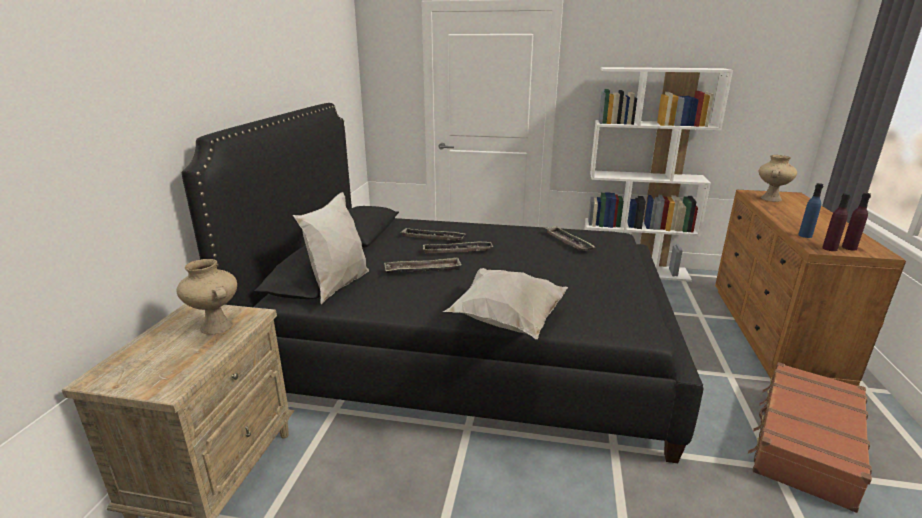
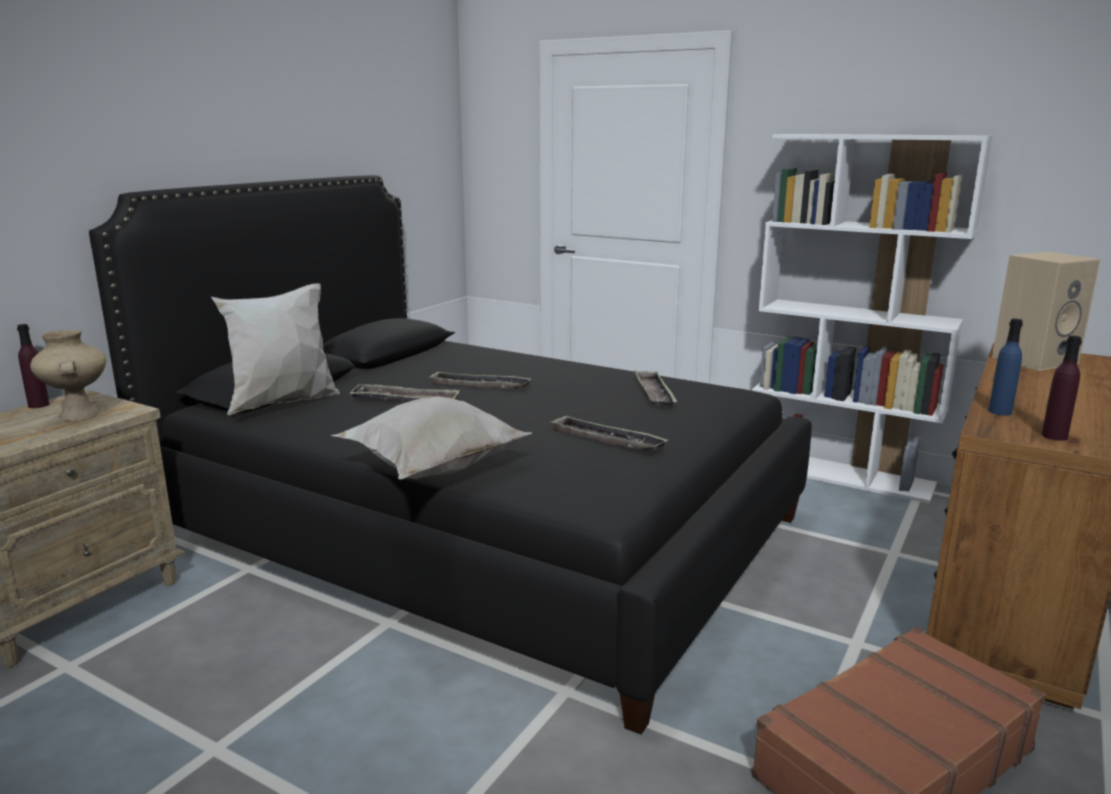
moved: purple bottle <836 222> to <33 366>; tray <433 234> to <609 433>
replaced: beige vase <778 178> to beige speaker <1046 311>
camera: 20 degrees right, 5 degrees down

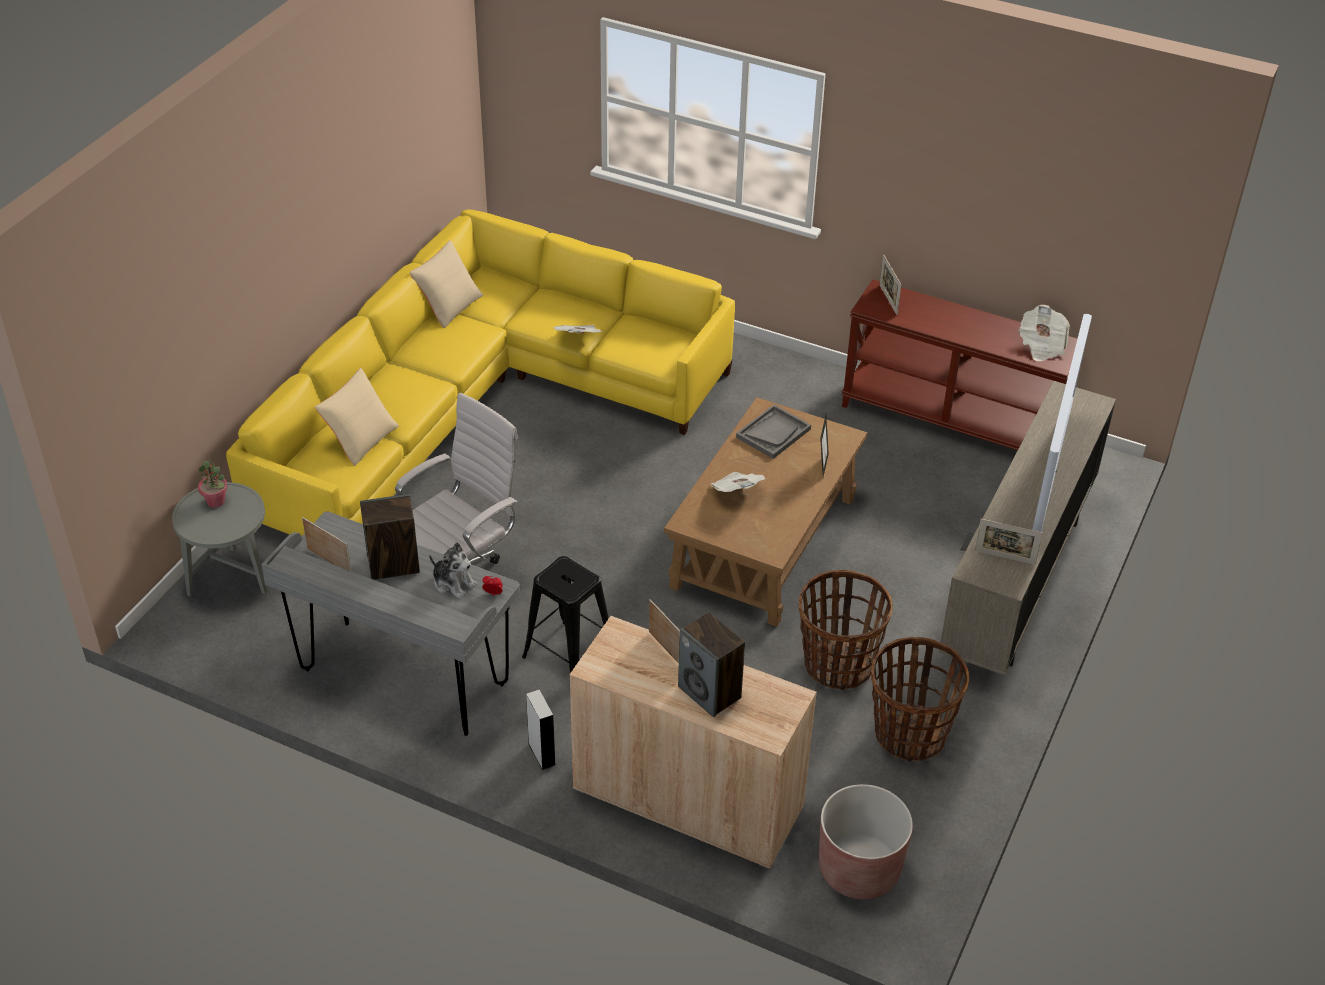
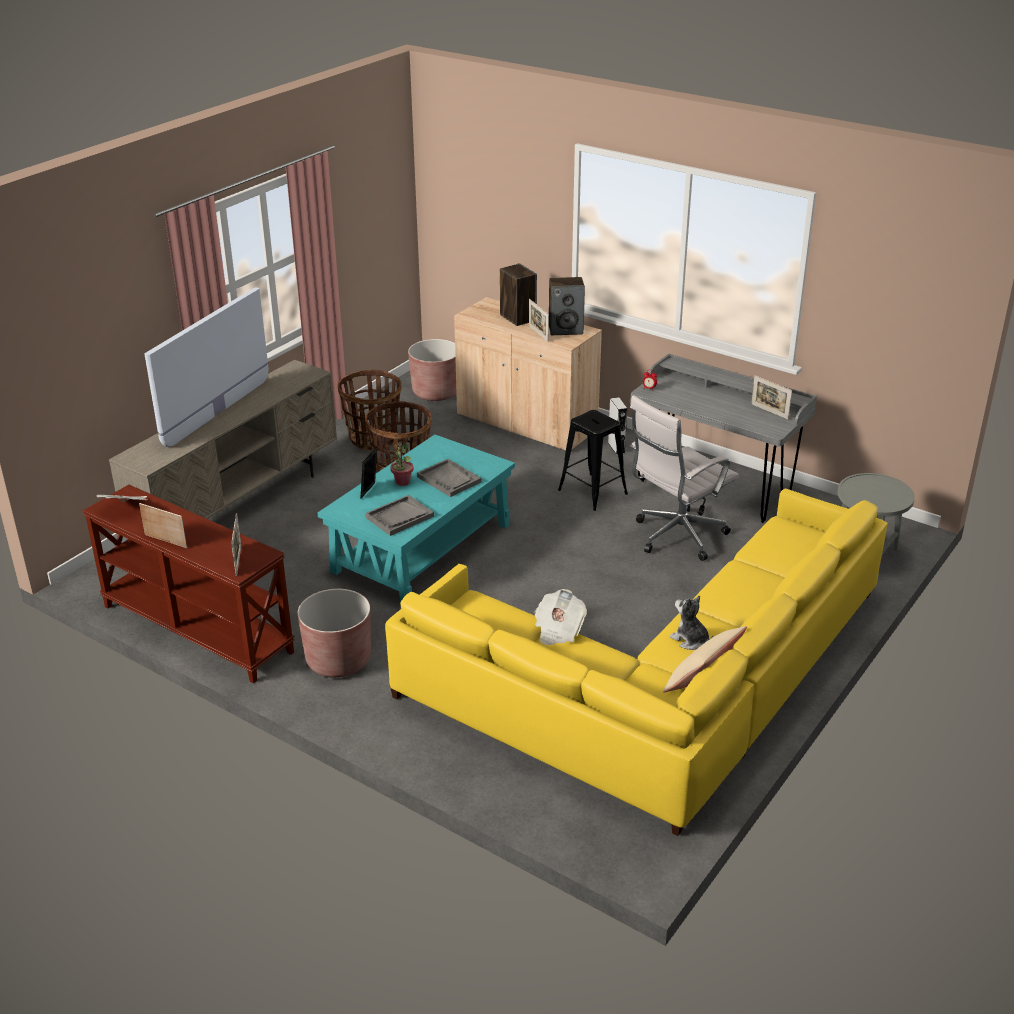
removed: beige pillow <357 417>
added: brown planter <334 633>
moved: picture frame <1009 542> to <163 525>; potted plant <213 484> to <402 464>; speaker <390 537> to <567 306>; plush toy <453 570> to <692 623>
replaced: newspaper <738 482> to grey tray <449 478>
recoloured: brown coffee table <765 512> to turquoise coffee table <416 519>
camera: 170 degrees left, 10 degrees down

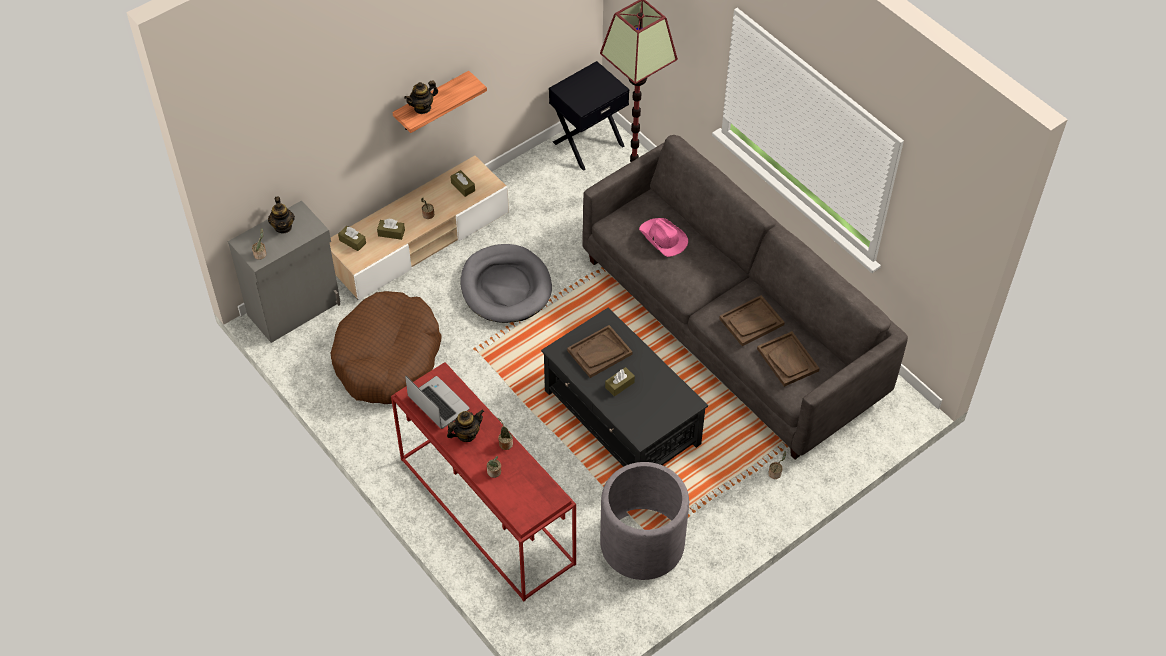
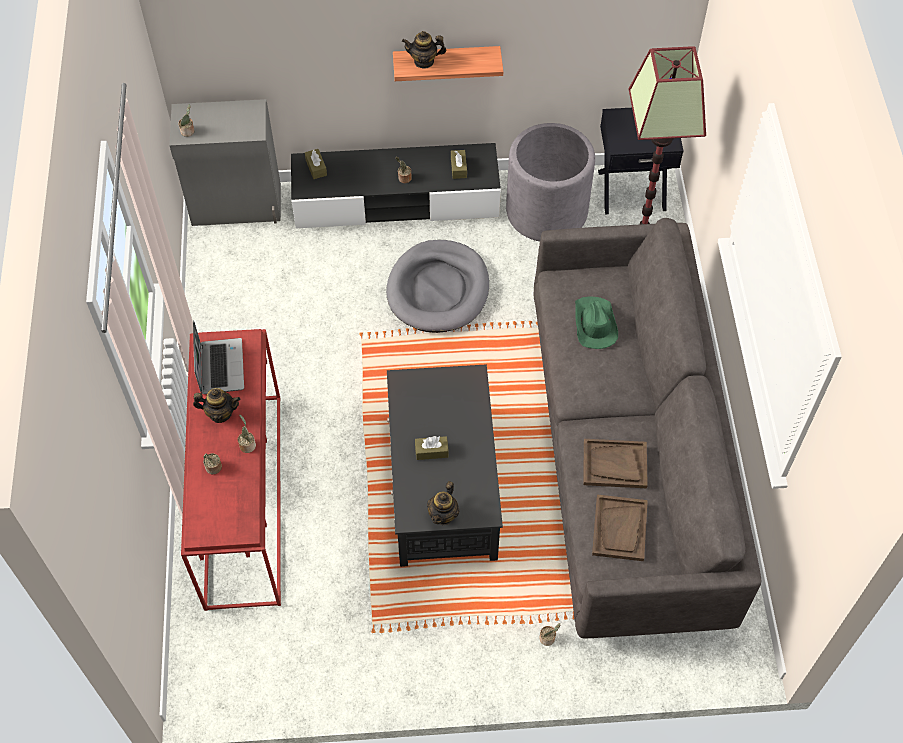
removed: brown dog bed <386 347>; brown tissue box <391 229>; brown tray <599 351>
moved: teapot <281 215> to <443 503>; grey planter <644 521> to <550 182>
recoloured: beige tv stand <419 228> to black tv stand <396 185>; pink hat <663 237> to green hat <596 323>
camera: 35 degrees right, 5 degrees up

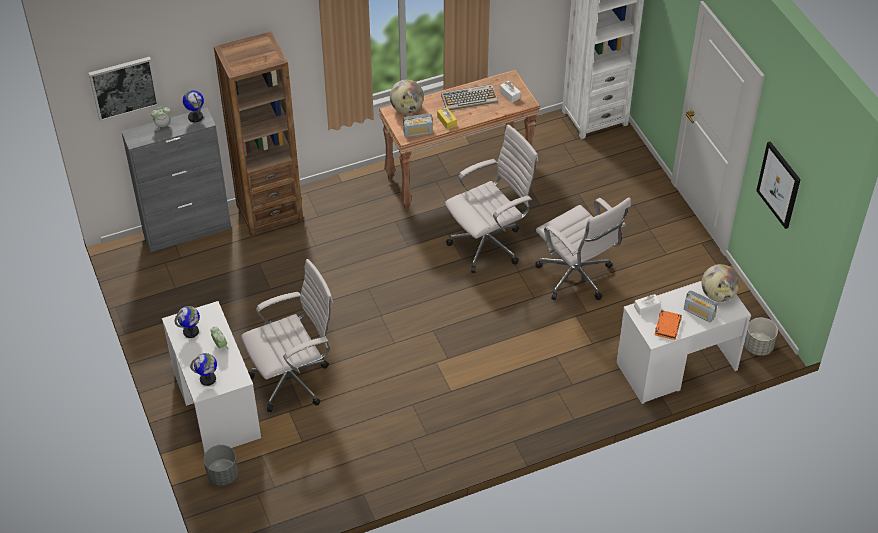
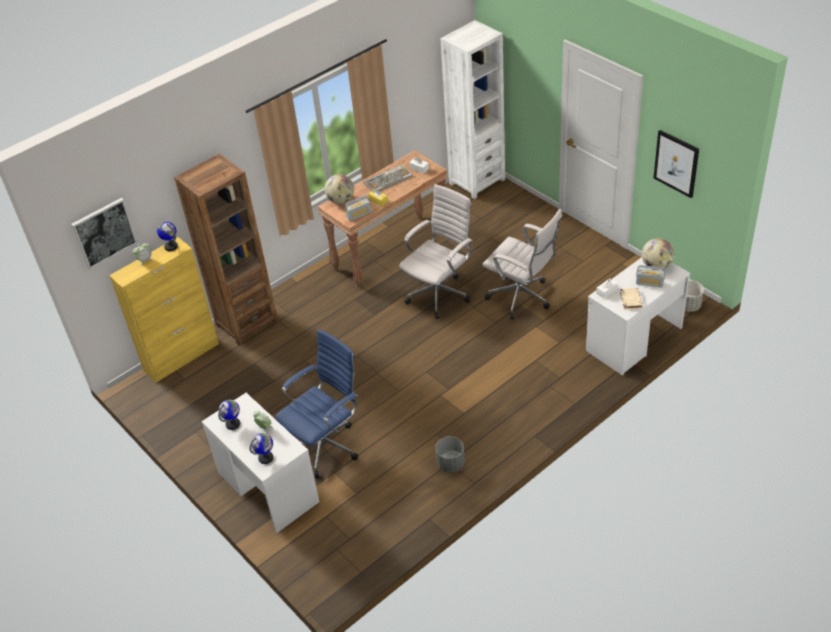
moved: grey planter <221 465> to <450 454>
recoloured: grey cabinet <176 180> to yellow cabinet <164 310>; white office chair <287 335> to blue office chair <316 403>; orange book <668 325> to beige book <631 299>
camera: 15 degrees left, 5 degrees down

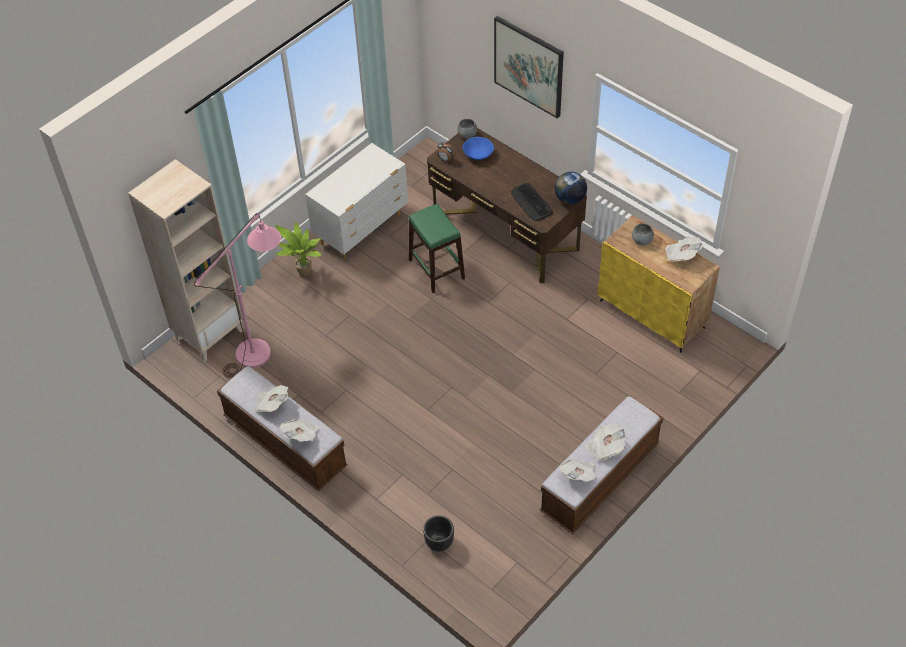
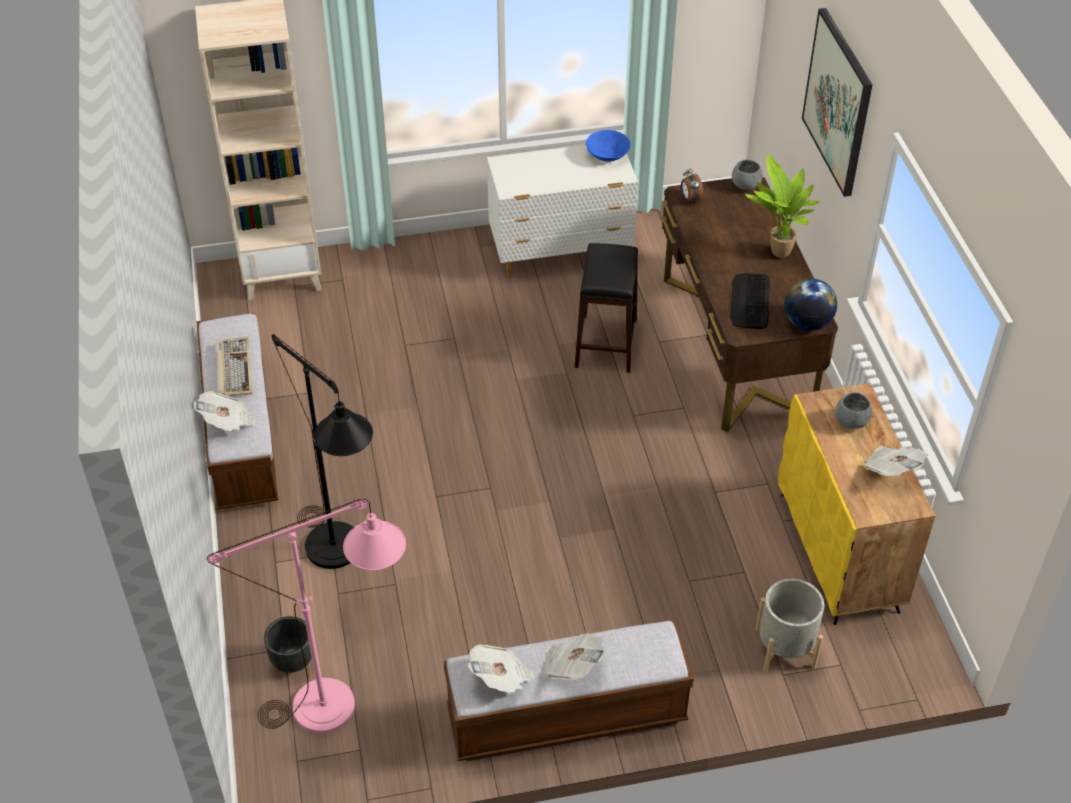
added: black floor lamp <322 451>; grey planter <789 625>
moved: pink floor lamp <237 295> to <306 616>; blue bowl <478 148> to <608 146>; potted plant <298 249> to <782 206>
replaced: newspaper <271 398> to keyboard <234 366>
recoloured: green stool <437 248> to black stool <606 308>
camera: 35 degrees right, 5 degrees down

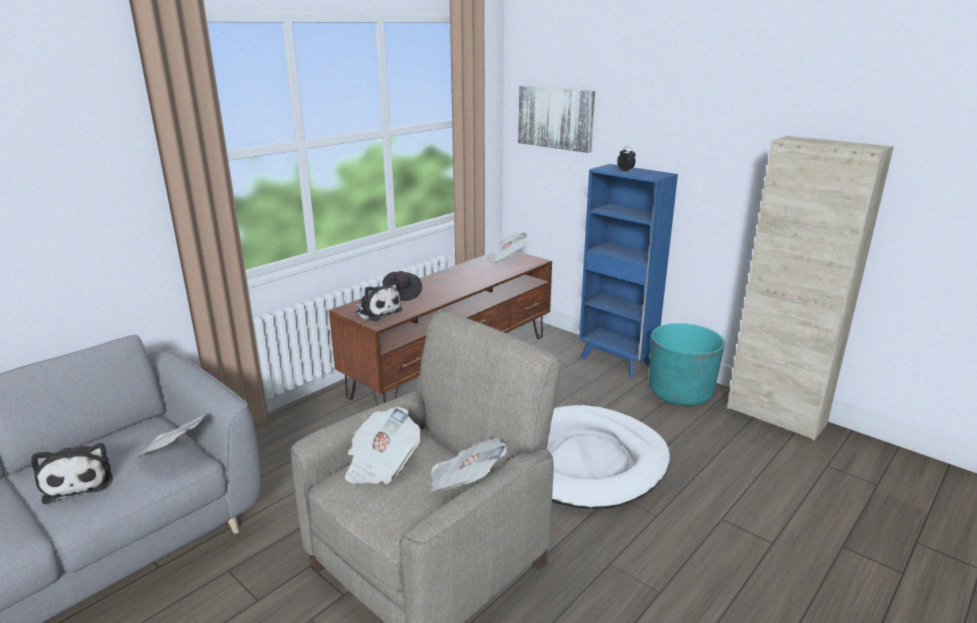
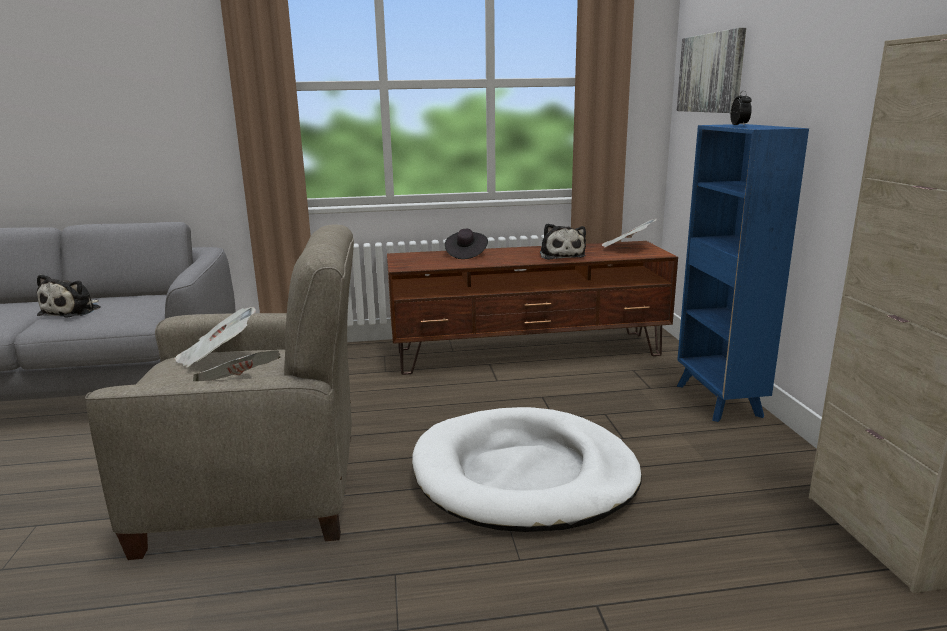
removed: newspaper <172 434>; turquoise planter <687 364>
moved: plush toy <378 301> to <563 241>
camera: 40 degrees right, 5 degrees down

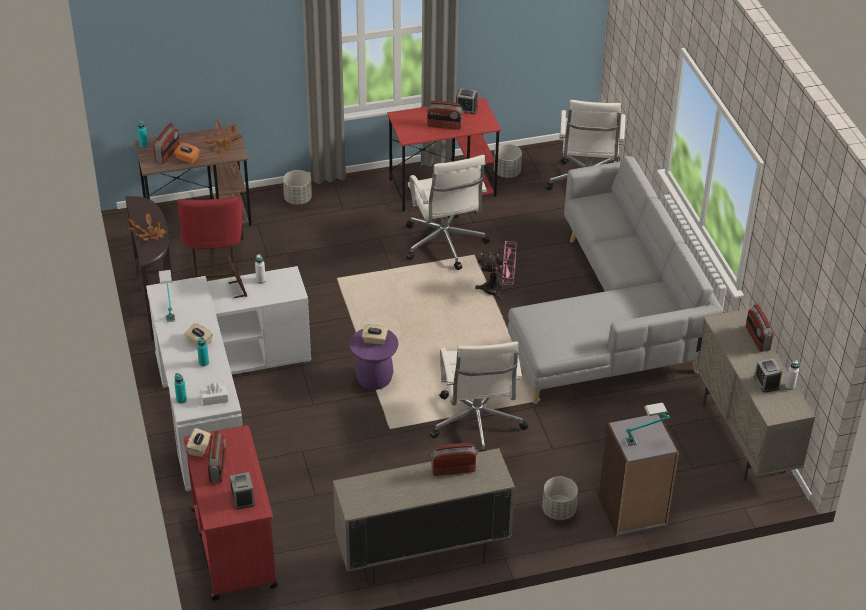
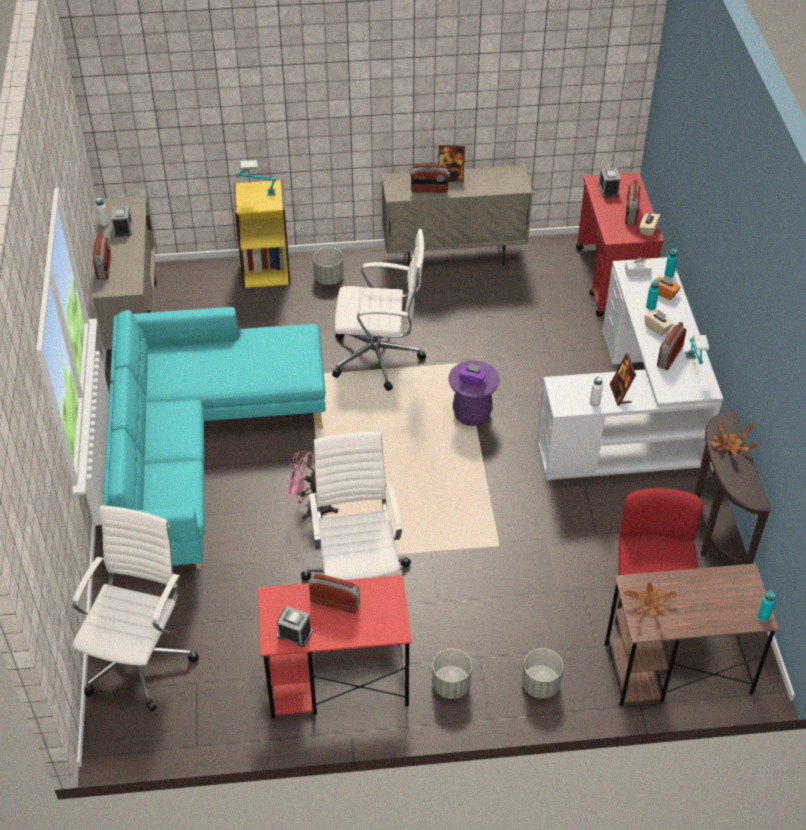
added: picture frame <451 164>
moved: grey planter <508 161> to <452 674>; orange tissue box <187 153> to <666 287>; radio <166 143> to <671 346>
recoloured: grey sofa <615 280> to turquoise sofa <214 438>; grey bookcase <639 476> to yellow bookcase <262 234>; beige tissue box <375 334> to purple tissue box <473 375>
turned: white office chair <479 397> = <379 310> 90 degrees clockwise
camera: 170 degrees left, 5 degrees up

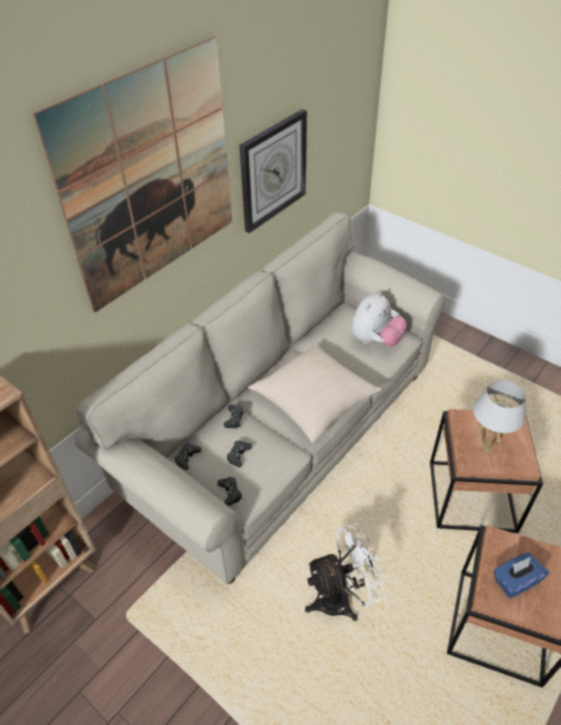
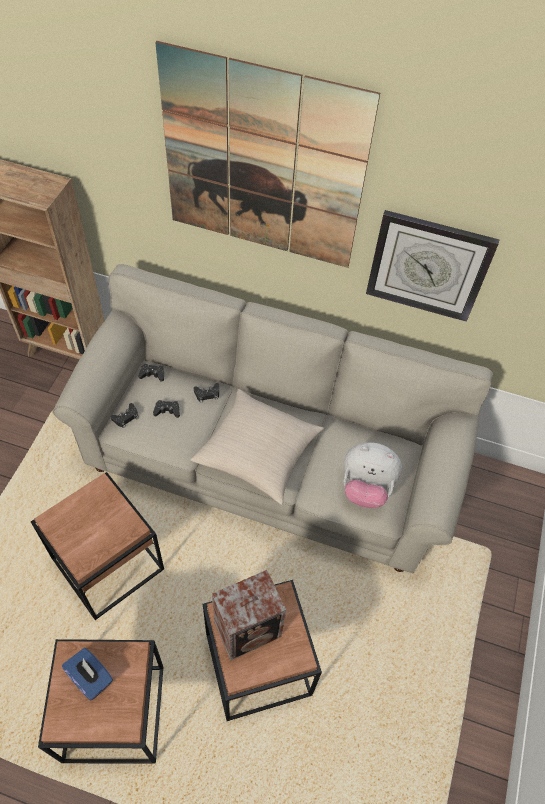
replaced: white fan <346 572> to brown side table <97 546>; white table lamp <499 416> to speaker <249 615>
camera: 65 degrees right, 10 degrees up

